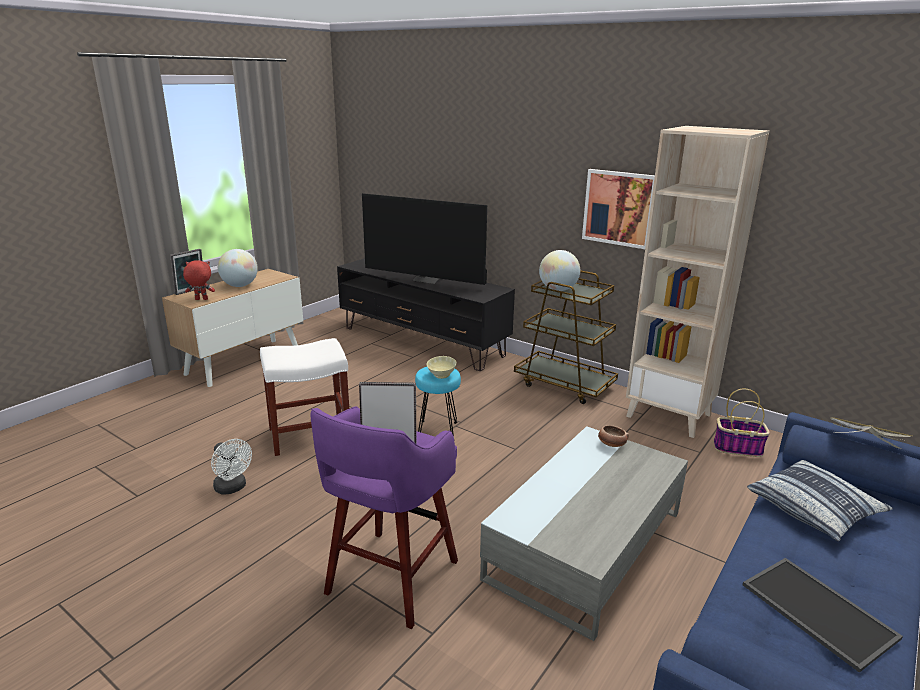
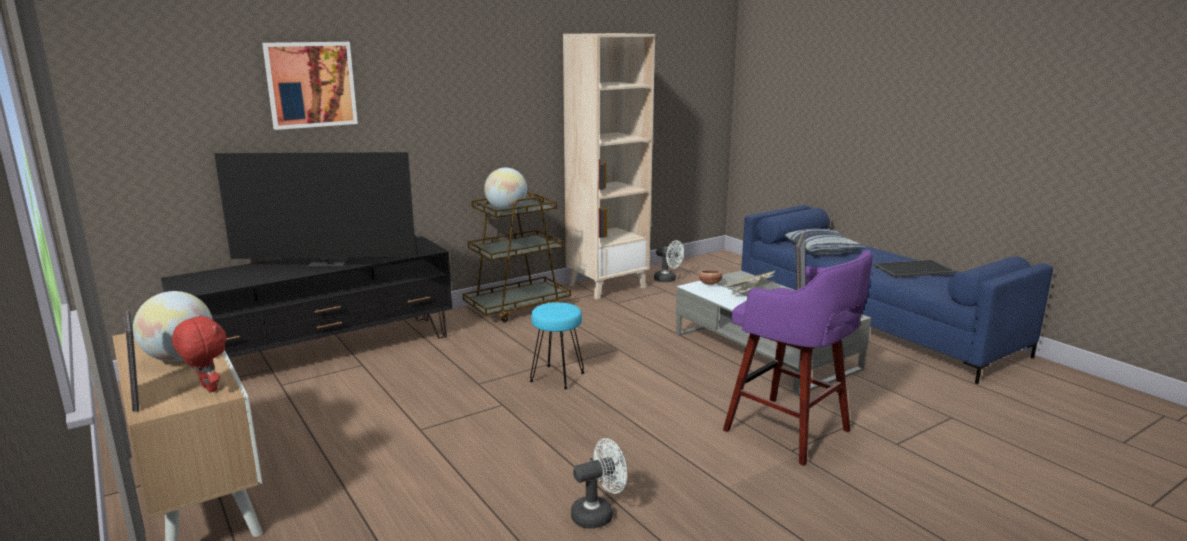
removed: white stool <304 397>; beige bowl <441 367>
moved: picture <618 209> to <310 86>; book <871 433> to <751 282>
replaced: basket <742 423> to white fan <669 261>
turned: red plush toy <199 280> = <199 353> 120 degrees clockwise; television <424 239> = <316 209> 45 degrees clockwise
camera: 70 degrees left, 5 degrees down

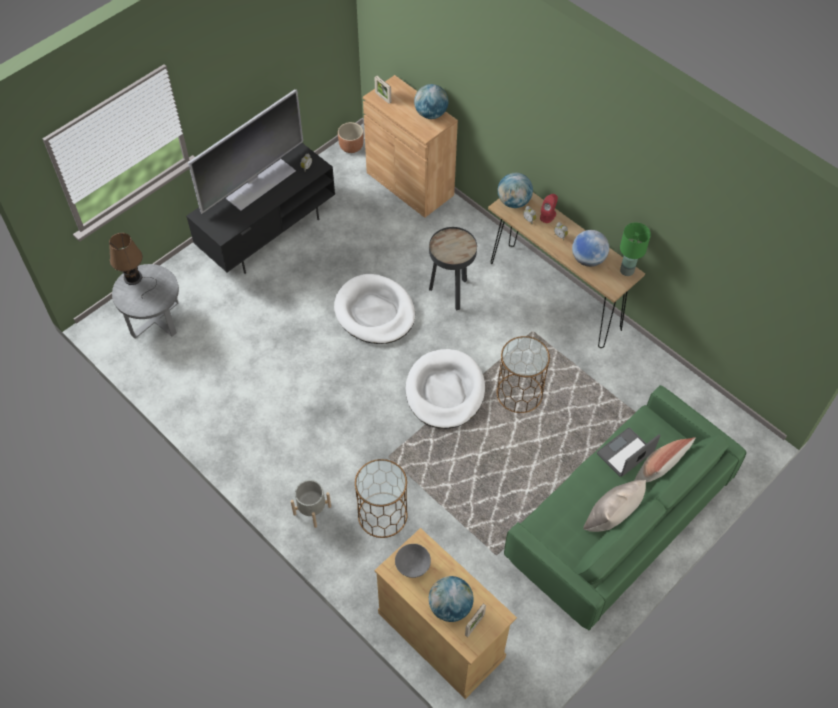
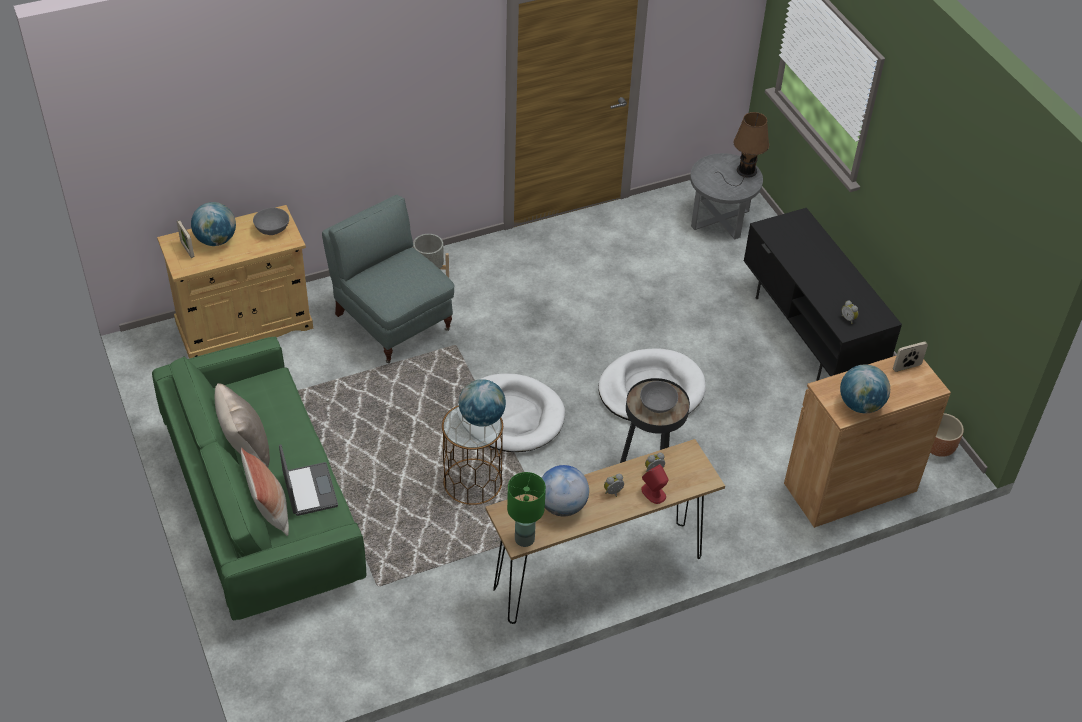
removed: television <245 151>
added: grey bowl <659 397>
moved: globe <515 190> to <482 402>
replaced: brown side table <381 498> to grey armchair <388 279>
camera: 110 degrees right, 10 degrees down

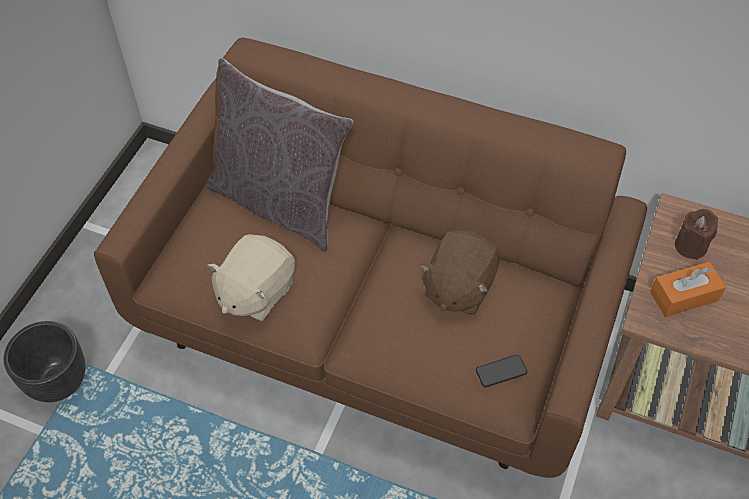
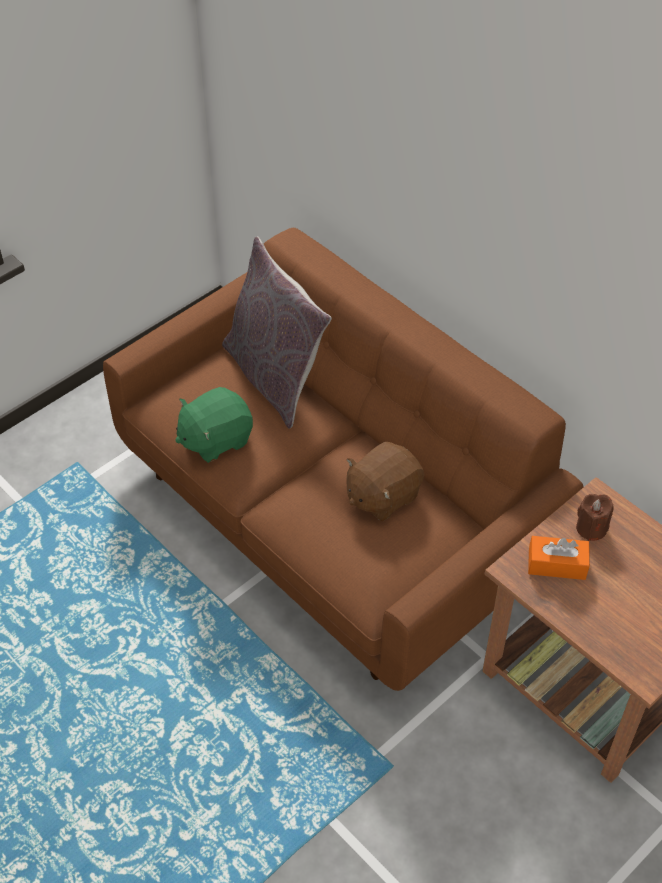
removed: black planter <44 361>; phone <501 371>
recoloured: beige plush toy <251 277> to green plush toy <214 425>
camera: 25 degrees right, 5 degrees down

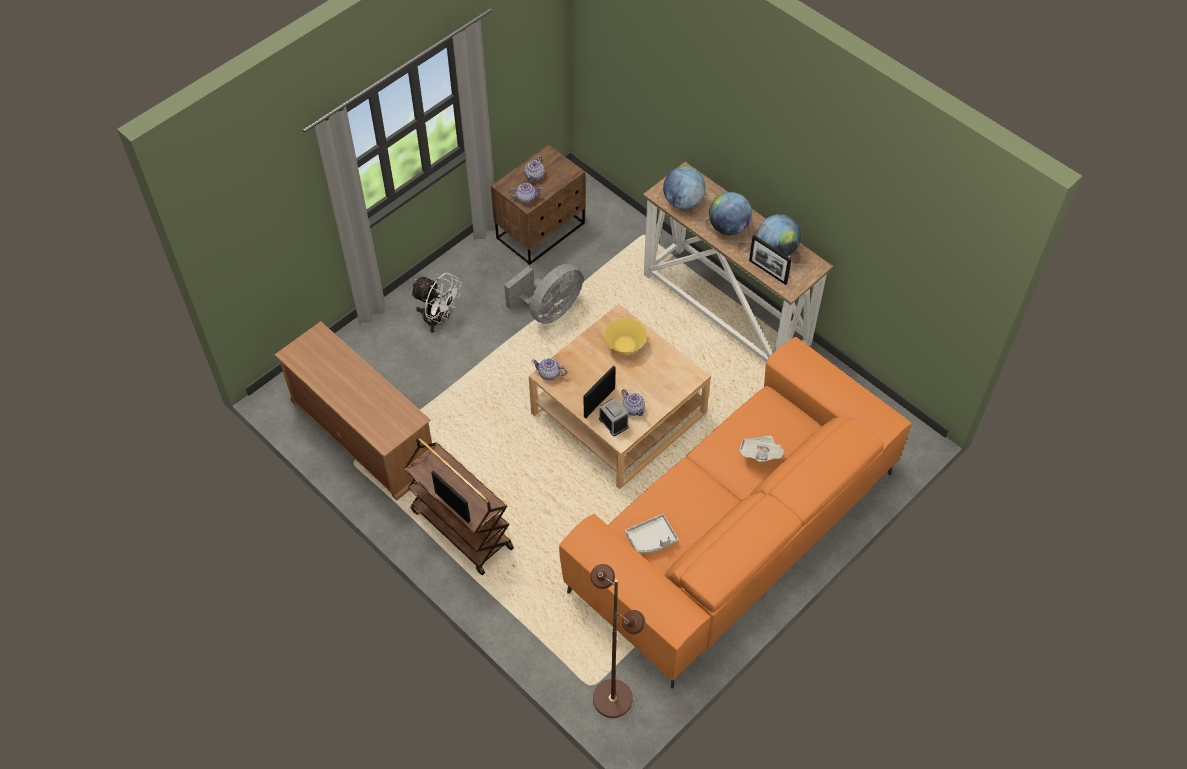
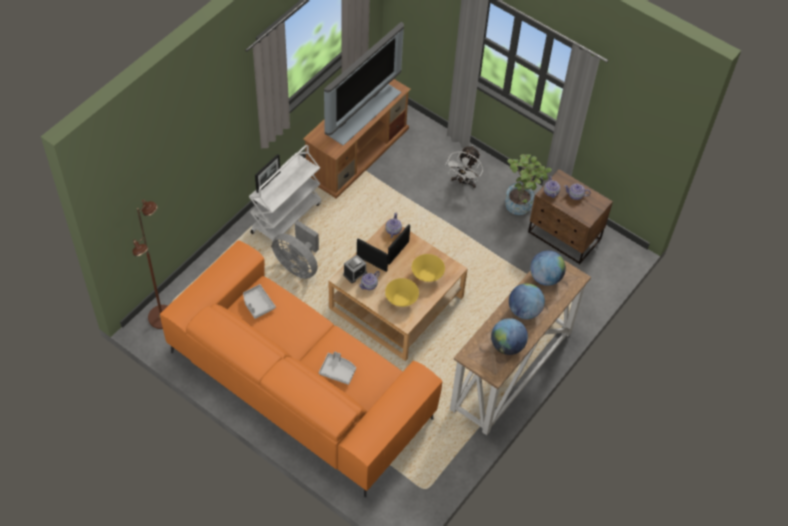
added: television <364 84>; yellow bowl <402 292>; potted plant <528 184>
moved: grey fan <543 294> to <295 250>; picture frame <770 260> to <399 244>
replaced: newspaper <762 448> to grey tray <337 368>
recoloured: brown cart <459 506> to white cart <285 196>
camera: 80 degrees right, 0 degrees up

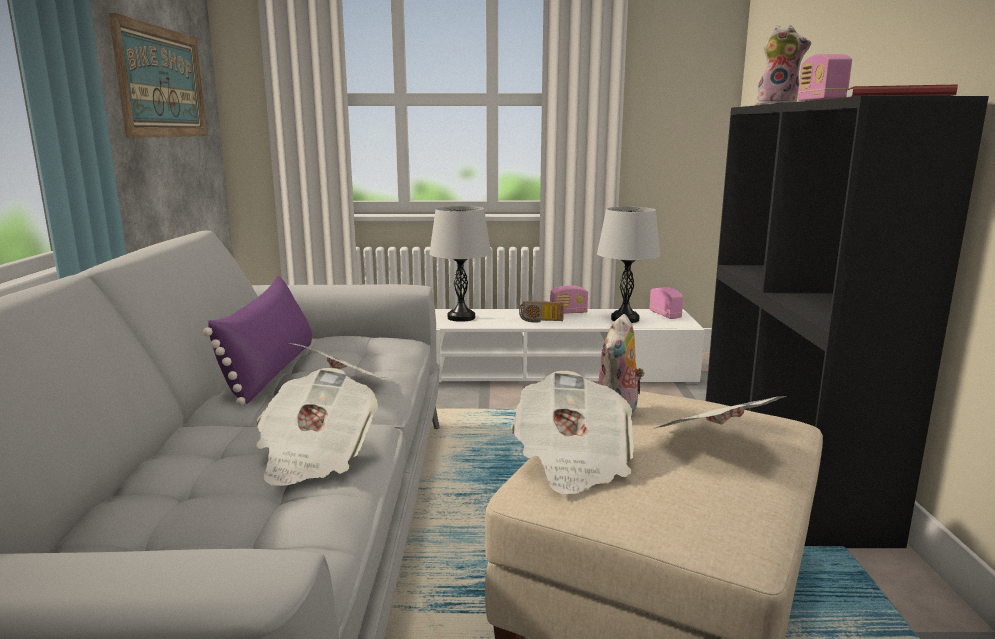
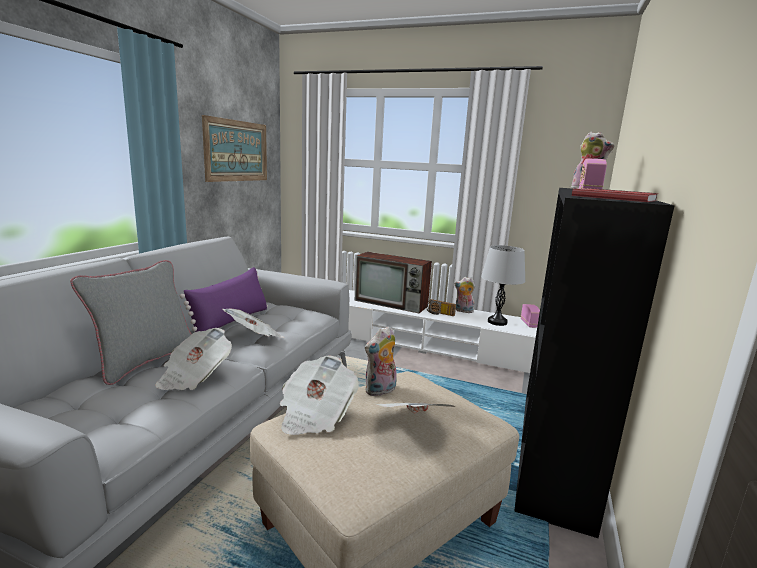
added: grey pillow <131 322>
replaced: grey table lamp <460 264> to television <393 282>; radio <569 299> to plush toy <465 295>
camera: 20 degrees right, 0 degrees up

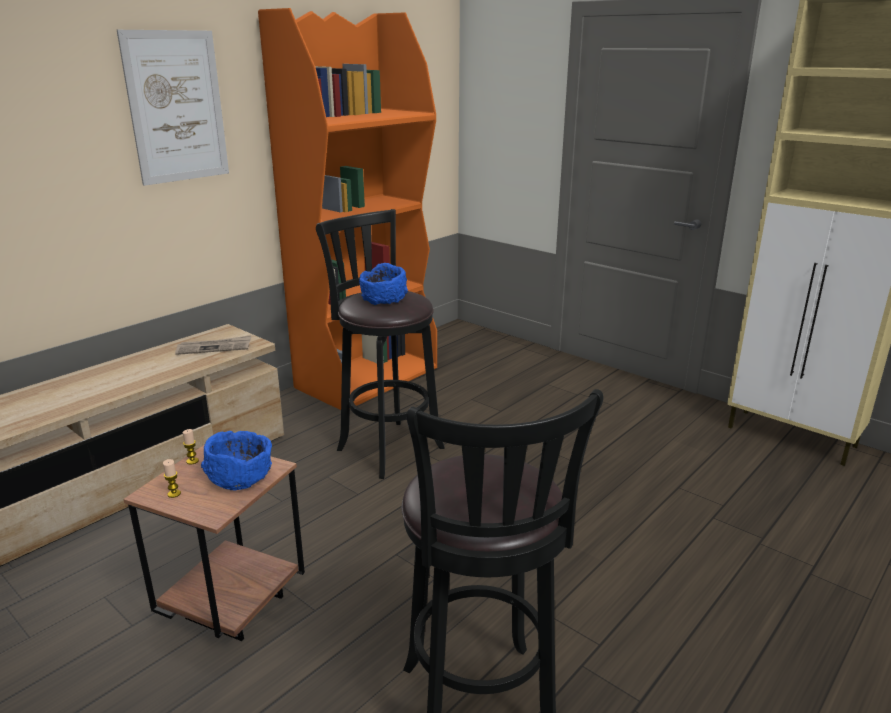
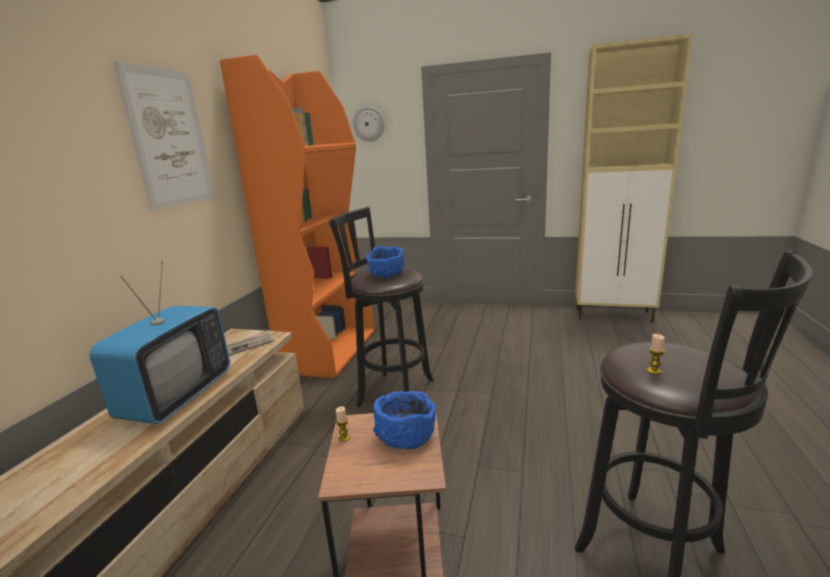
added: television <159 342>; wall clock <369 124>
moved: candle <172 478> to <656 354>
camera: 25 degrees left, 5 degrees down

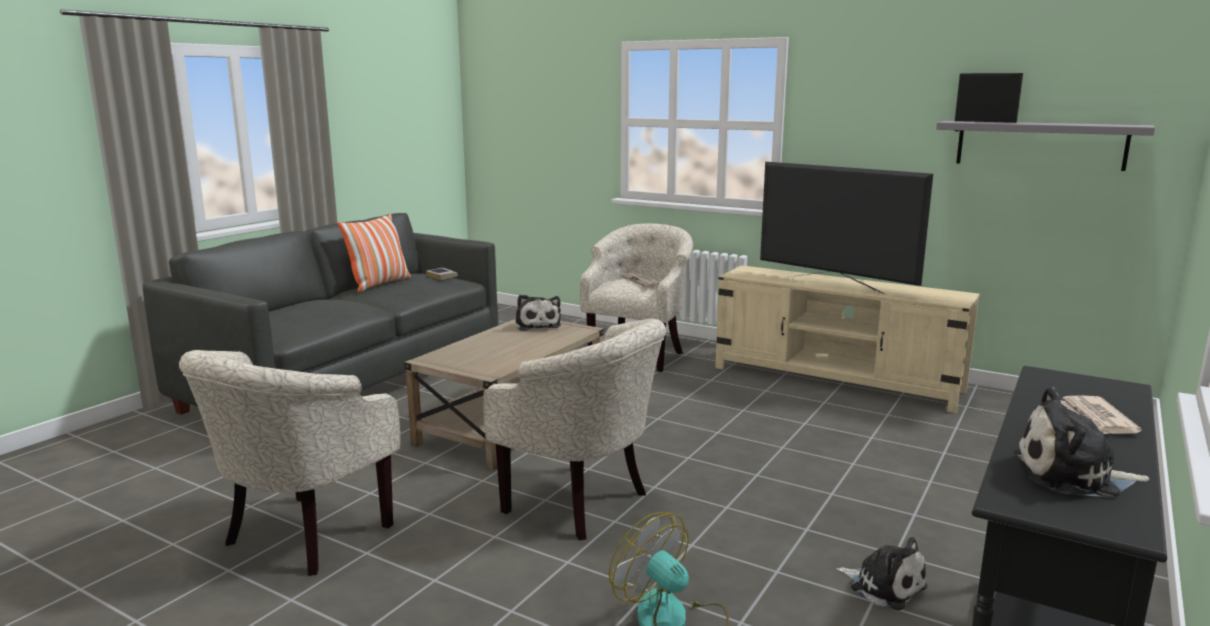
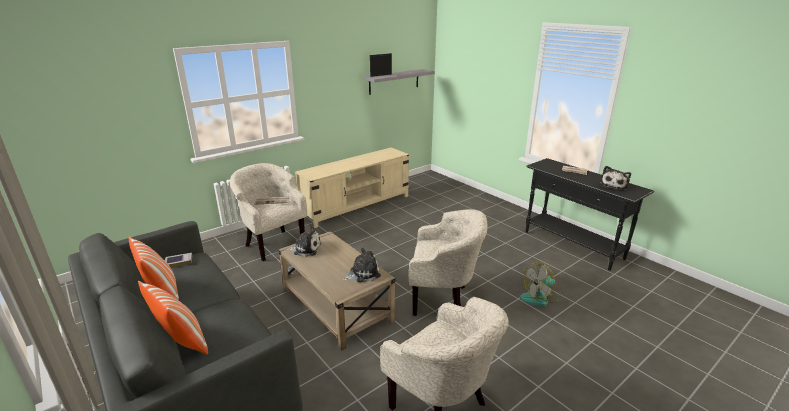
removed: television <846 228>
added: pillow <173 317>
moved: plush toy <882 574> to <362 265>
turned: beige armchair <575 429> = <448 262> 45 degrees clockwise
camera: 70 degrees left, 10 degrees up

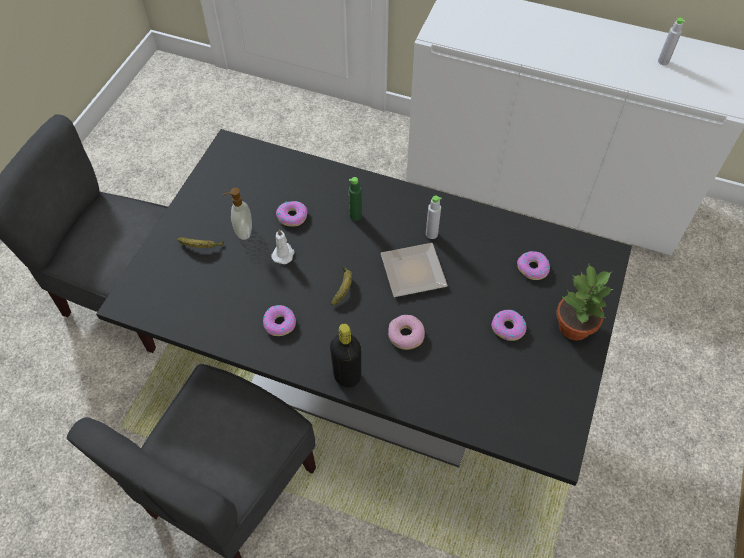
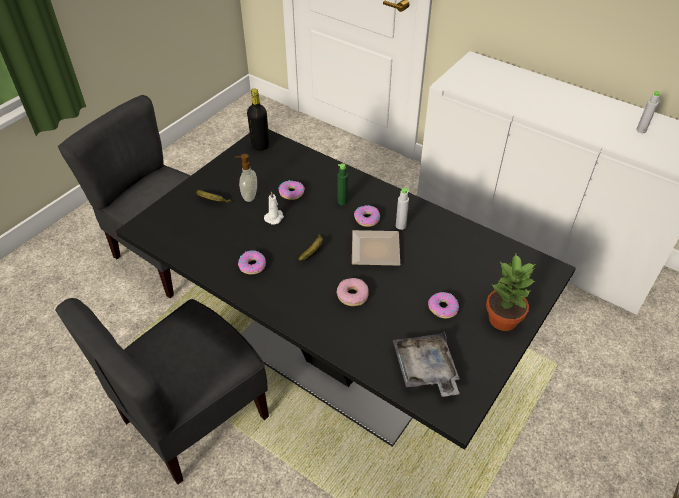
added: grey tray <426 364>
moved: black bottle <345 356> to <258 119>; donut <533 265> to <367 216>
camera: 15 degrees right, 10 degrees down

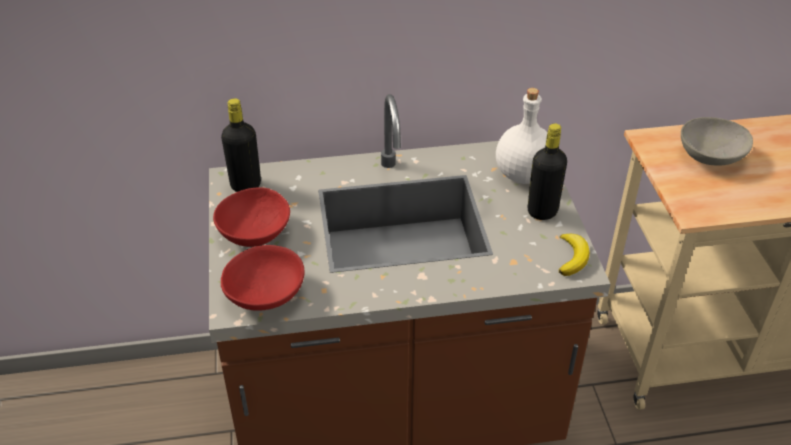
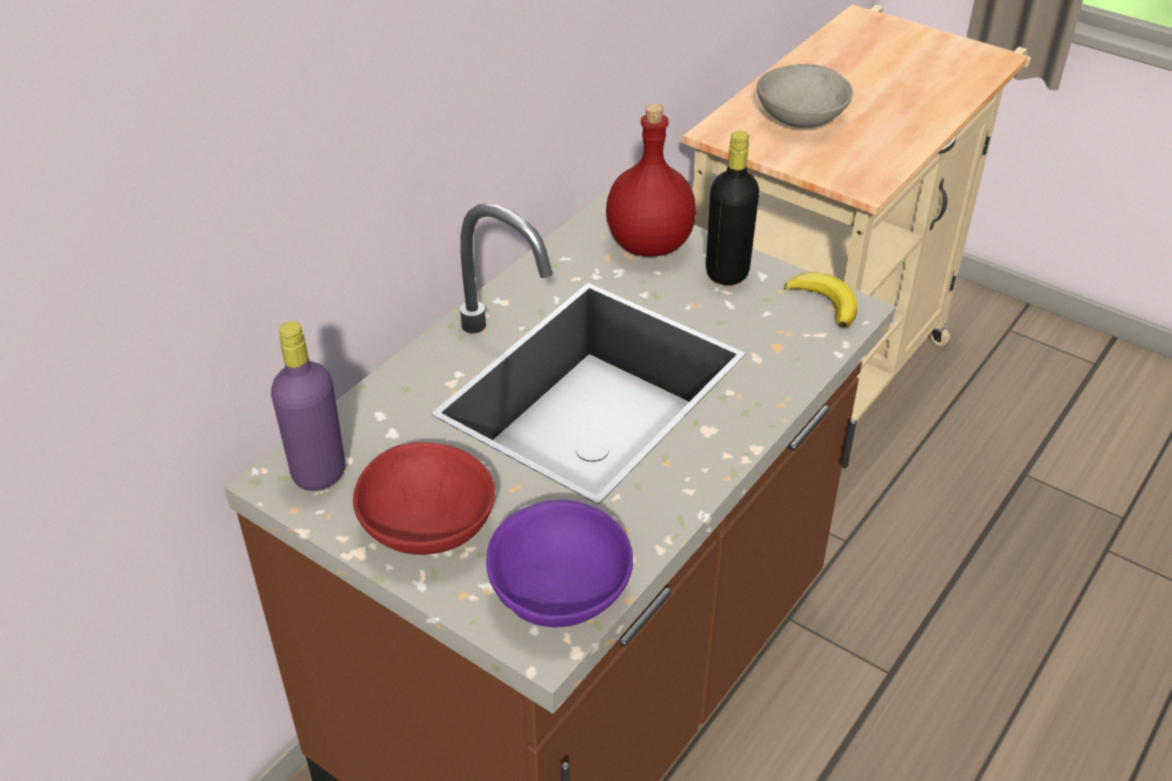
recoloured: black bottle <241 145> to purple bottle <308 406>; red bowl <263 278> to purple bowl <559 564>; white bottle <522 136> to red bottle <651 180>
camera: 45 degrees left, 0 degrees up

